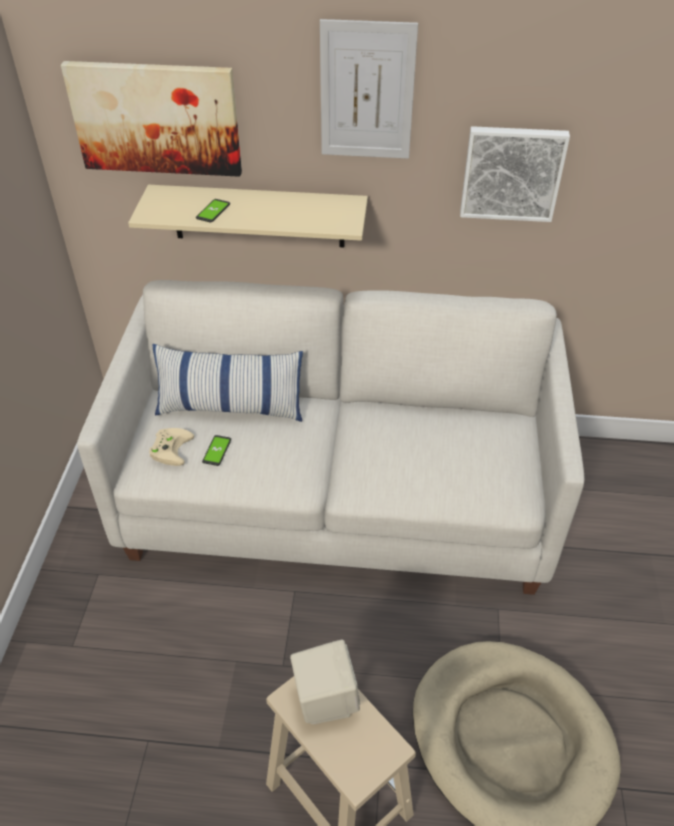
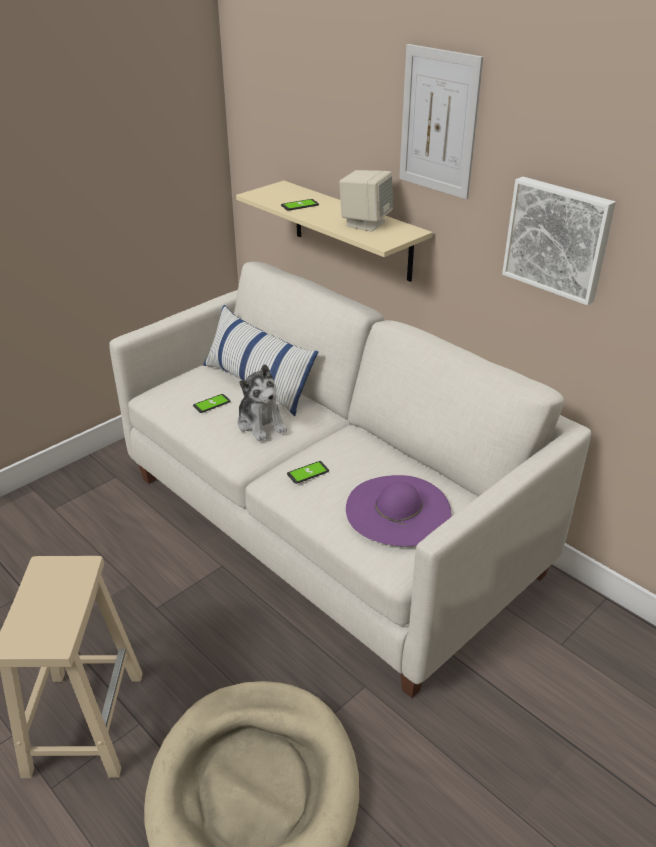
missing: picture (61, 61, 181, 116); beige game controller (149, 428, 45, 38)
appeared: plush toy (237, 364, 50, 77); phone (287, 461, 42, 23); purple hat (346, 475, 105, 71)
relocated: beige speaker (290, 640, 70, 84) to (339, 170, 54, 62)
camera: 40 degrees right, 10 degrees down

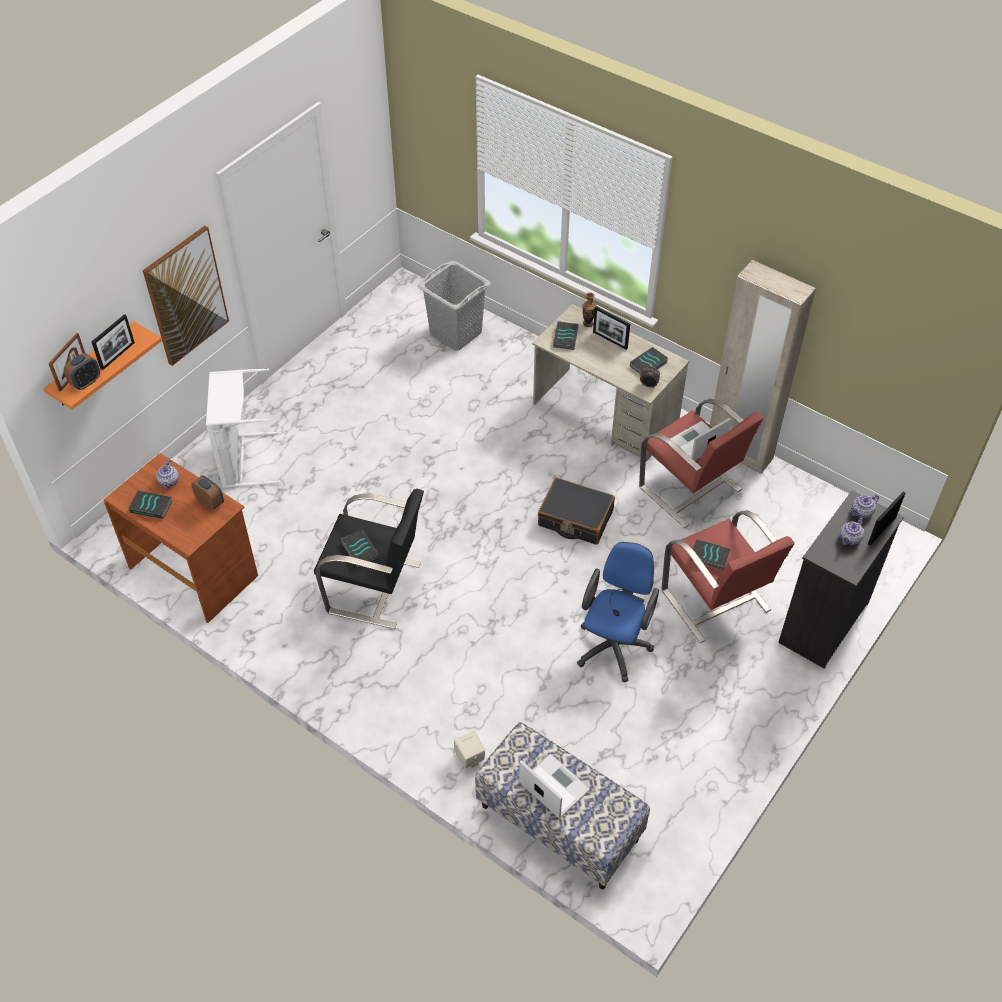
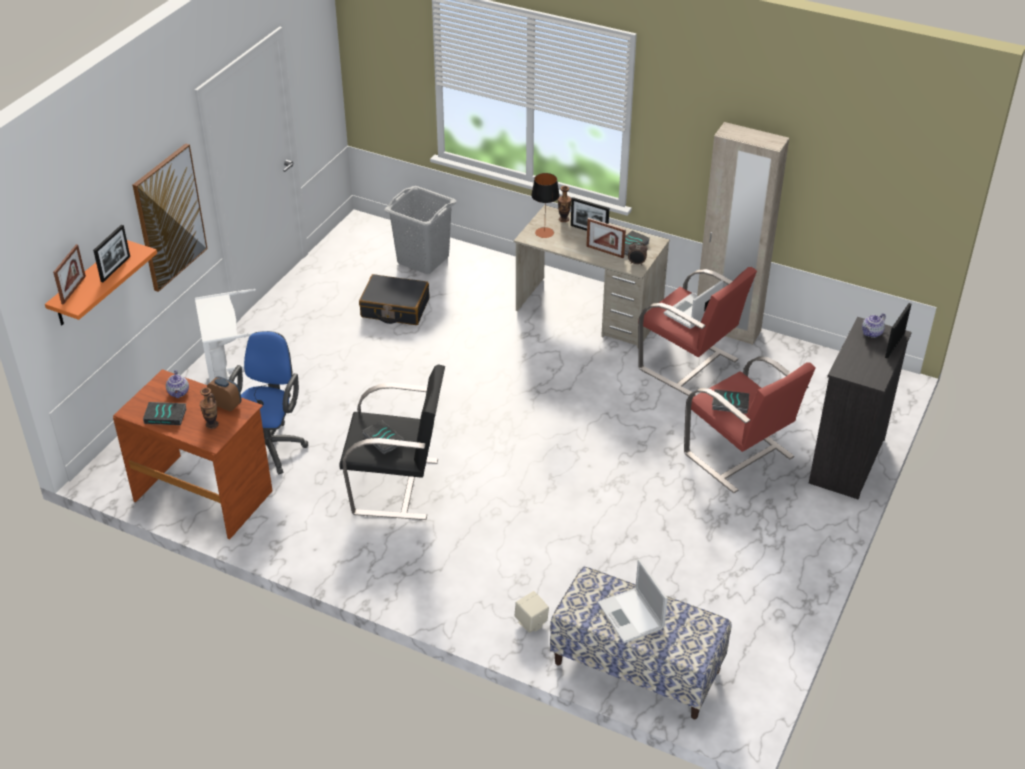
missing: alarm clock (64, 353, 36, 37); teapot (840, 518, 24, 27)
appeared: vase (200, 388, 19, 41); picture frame (586, 218, 40, 40)
relocated: blue office chair (577, 542, 82, 140) to (229, 331, 79, 144); black suitcase (538, 478, 77, 67) to (359, 274, 70, 51)
exchanged: book (553, 321, 26, 29) to table lamp (531, 173, 29, 65)
spun: laptop (519, 754, 71, 64) = (598, 559, 70, 84) 150 degrees counterclockwise
camera: 10 degrees left, 10 degrees down

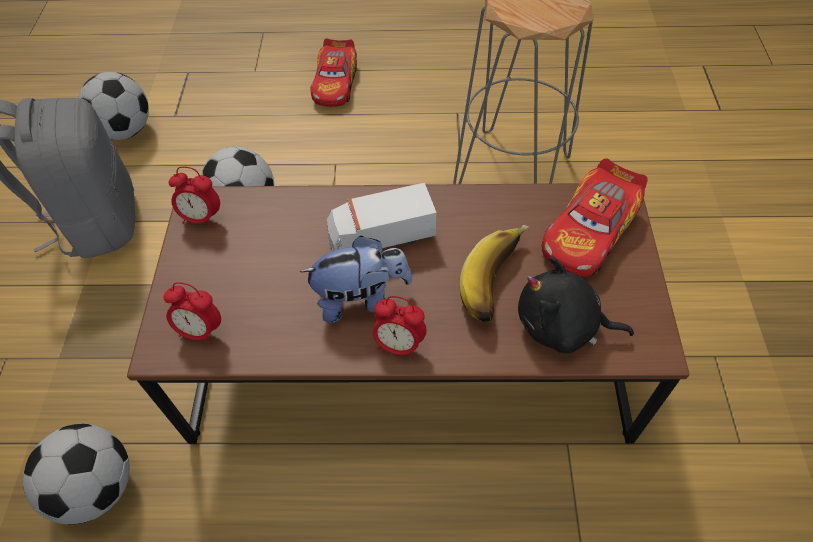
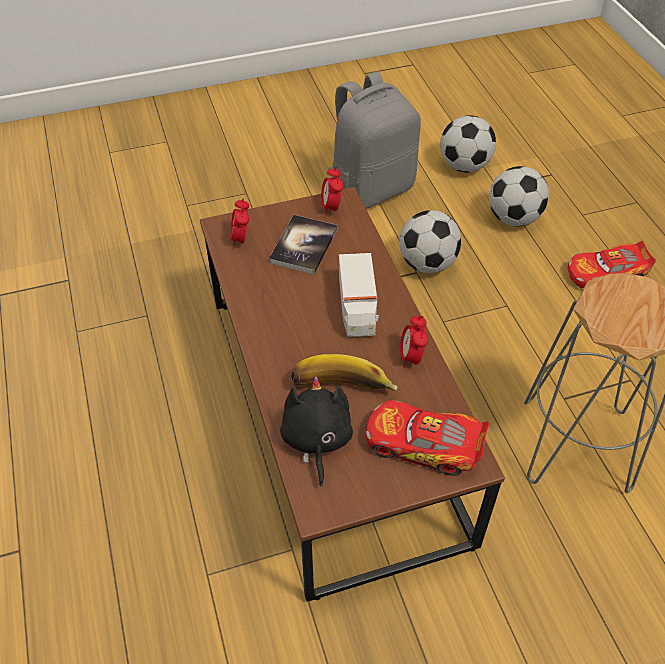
missing: plush toy (300, 236, 112, 87)
appeared: book (269, 215, 69, 59)
relocated: alarm clock (373, 296, 54, 64) to (400, 316, 28, 52); football (23, 424, 107, 101) to (489, 166, 60, 60)
spun: toy truck (327, 182, 110, 69) = (339, 253, 40, 84) 150 degrees counterclockwise
camera: 70 degrees right, 5 degrees down

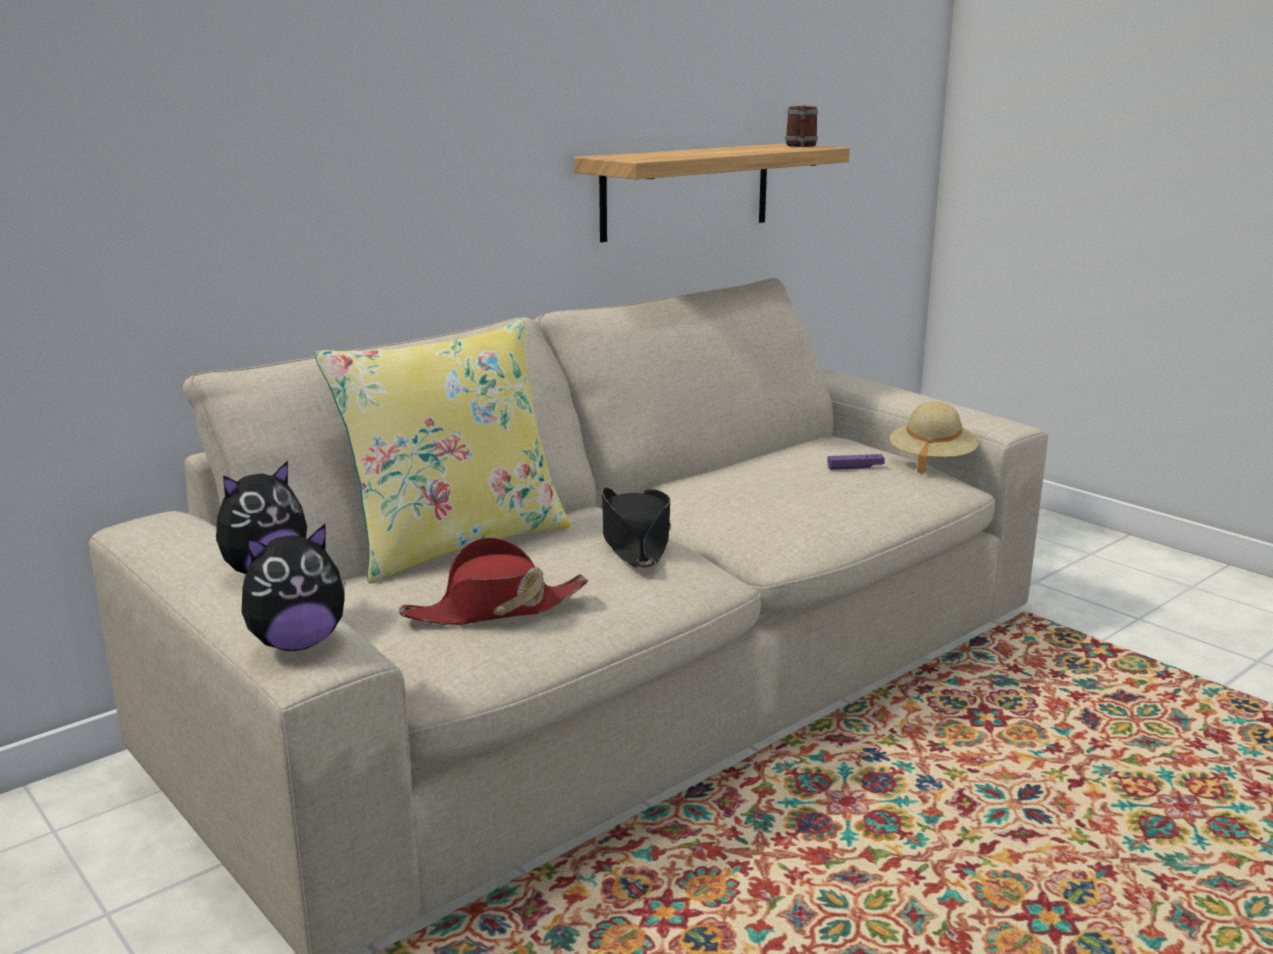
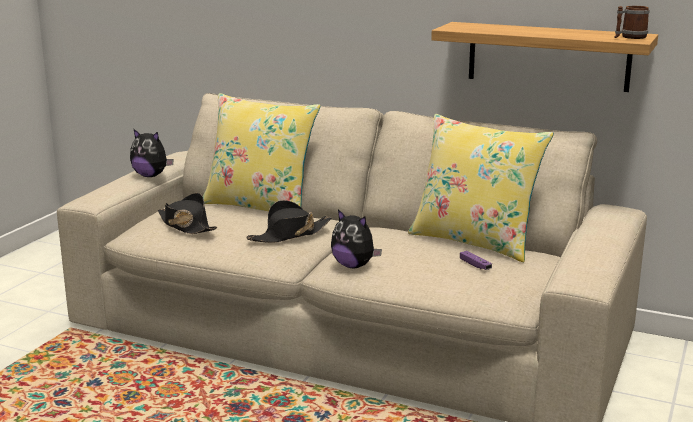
missing: beige hat (890, 401, 89, 73)
appeared: yellow pillow (408, 114, 146, 148)
relocated: plush toy (242, 524, 103, 127) to (331, 209, 51, 59)
colour: red hat (399, 537, 189, 88) to black hat (158, 193, 59, 41)
camera: 65 degrees right, 0 degrees up

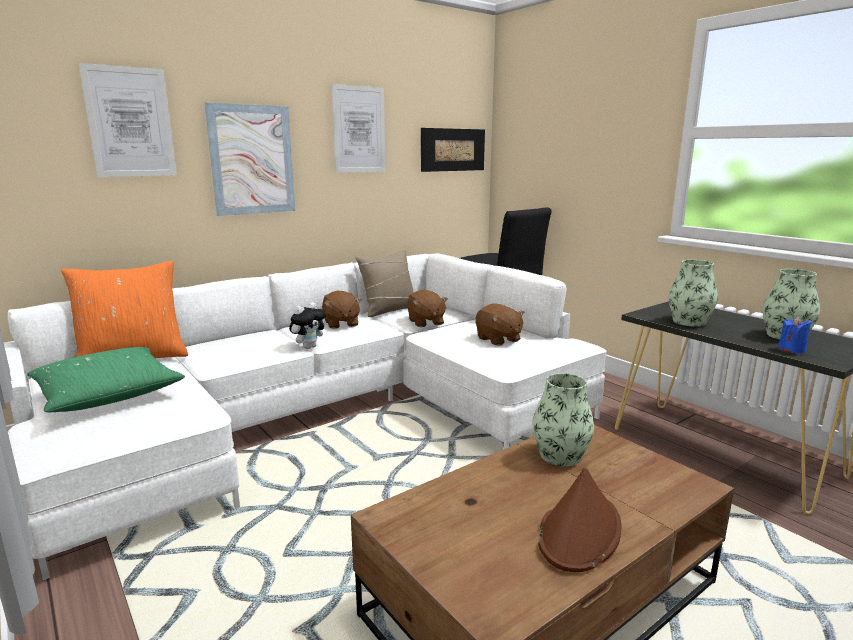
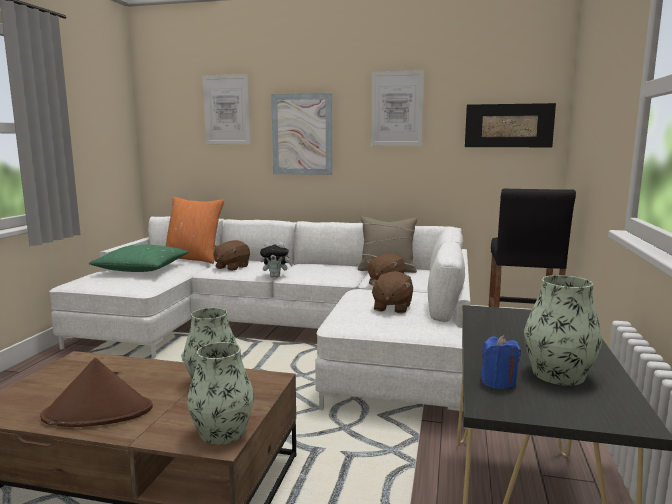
relocated: vase (668, 260, 50, 67) to (187, 342, 67, 103); brown plush toy (322, 291, 39, 38) to (212, 240, 38, 31)
camera: 50 degrees right, 5 degrees down

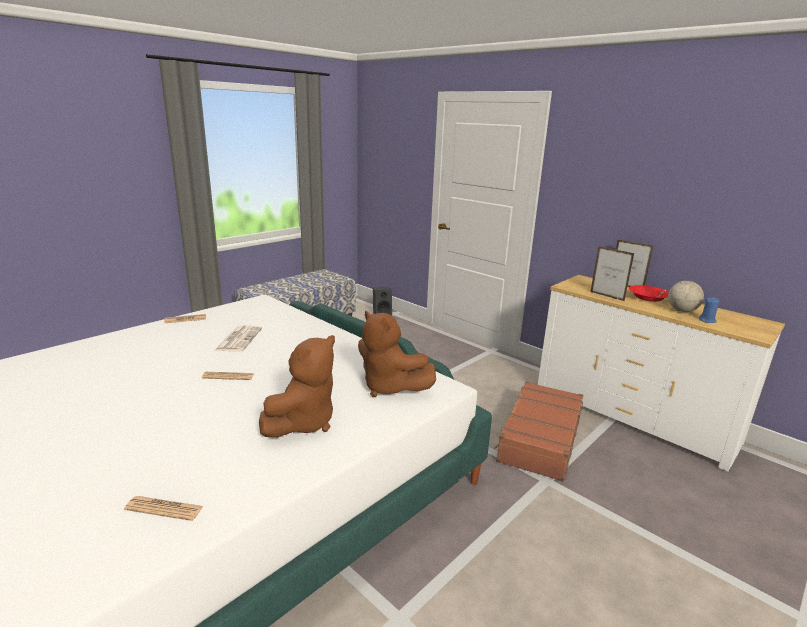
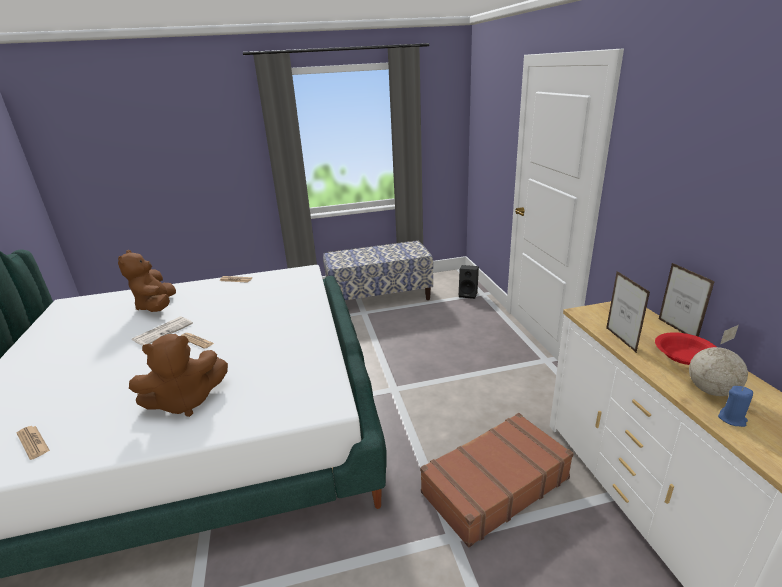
relocated: brown plush toy (358, 310, 78, 87) to (118, 250, 58, 62); newspaper (215, 325, 47, 27) to (132, 316, 61, 30)
camera: 35 degrees right, 5 degrees up

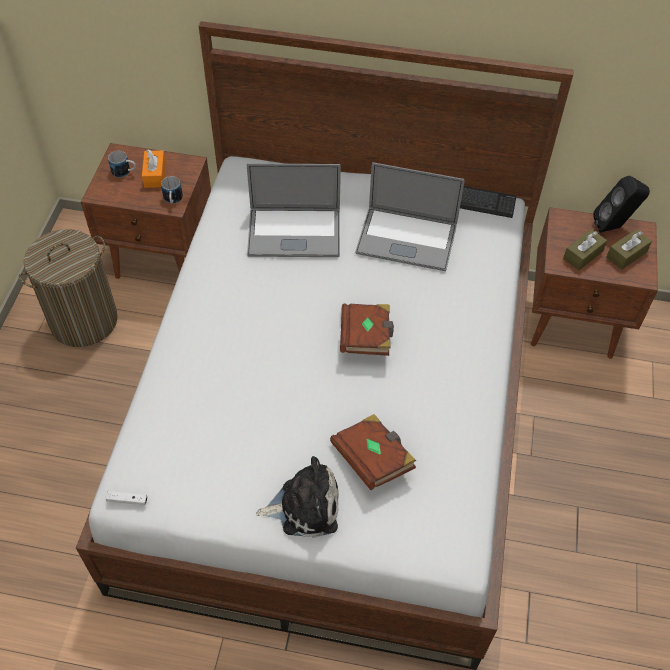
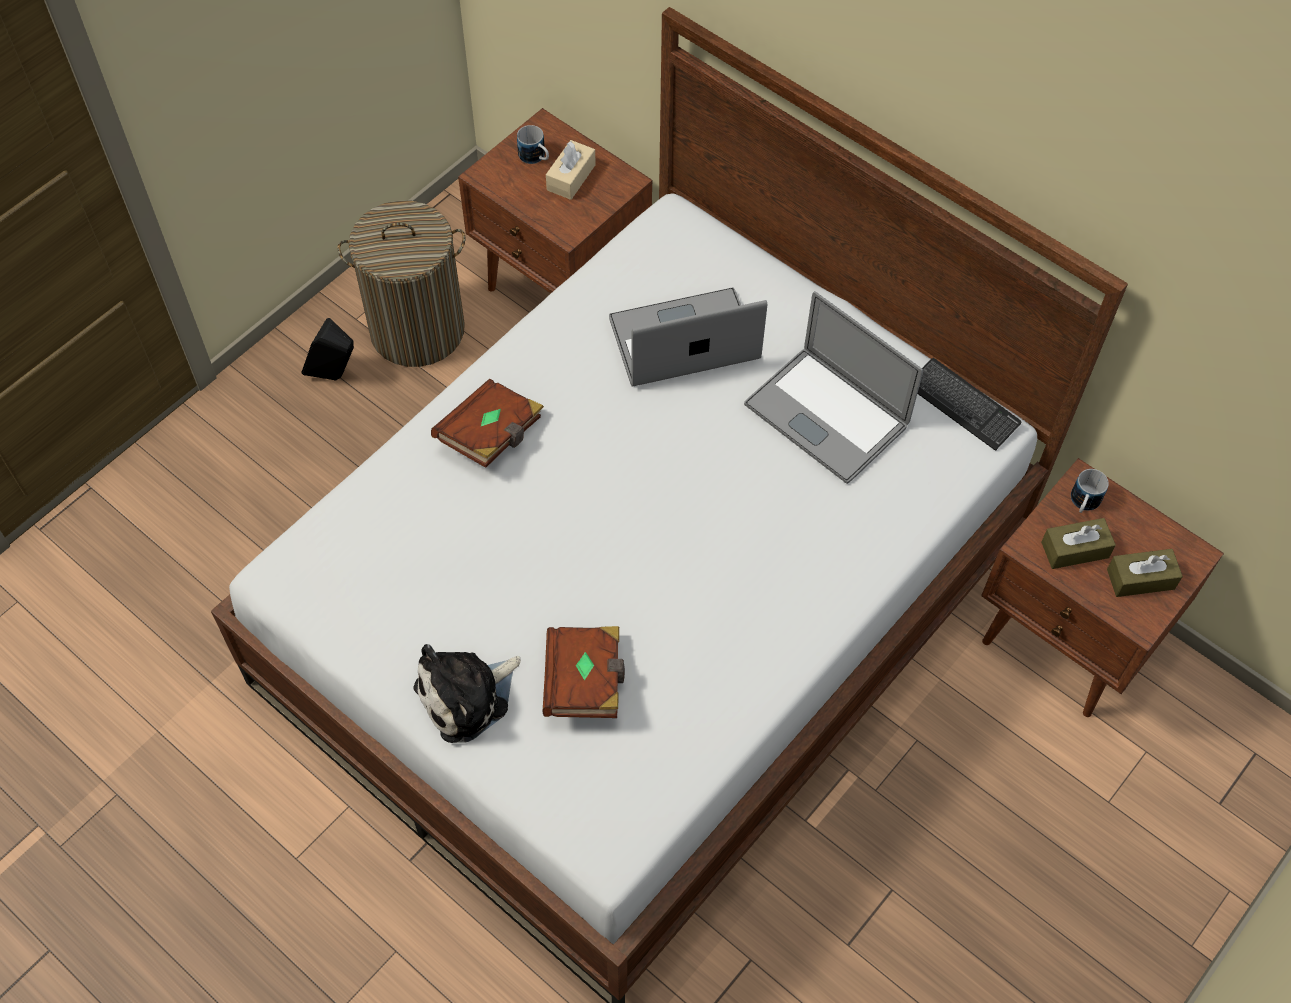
missing: white game controller (105, 491, 42, 14)
relocated: black speaker (593, 176, 57, 57) to (302, 318, 52, 63); brown book (340, 304, 54, 52) to (431, 379, 113, 89); mug (161, 176, 22, 28) to (1071, 469, 38, 44)
colour: orange tissue box (142, 150, 24, 38) to beige tissue box (546, 140, 50, 60)
spun: plush toy (256, 456, 83, 82) = (413, 644, 108, 99) 120 degrees clockwise; laptop (247, 163, 94, 94) = (609, 287, 158, 100) 135 degrees clockwise
camera: 30 degrees right, 5 degrees up

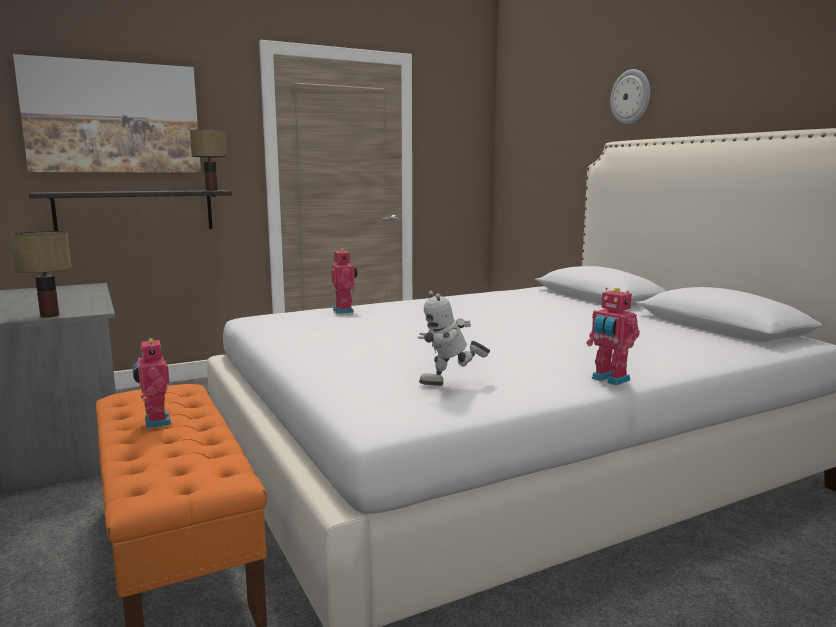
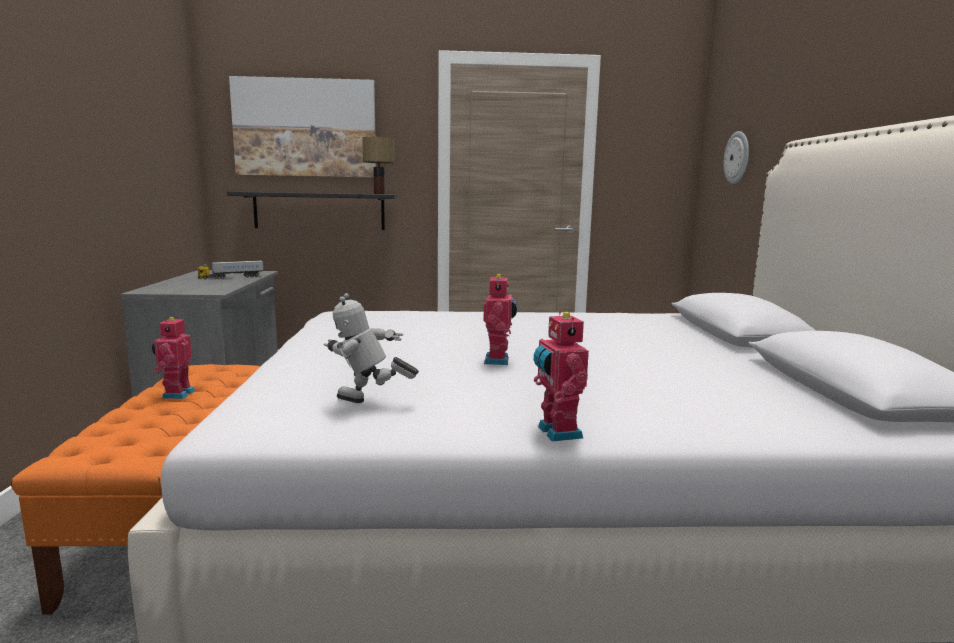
missing: table lamp (11, 231, 60, 87)
appeared: toy truck (197, 260, 67, 20)
relocated: toy robot (332, 248, 26, 66) to (483, 274, 34, 91); wall clock (611, 69, 39, 55) to (724, 131, 25, 53)
camera: 25 degrees right, 0 degrees up

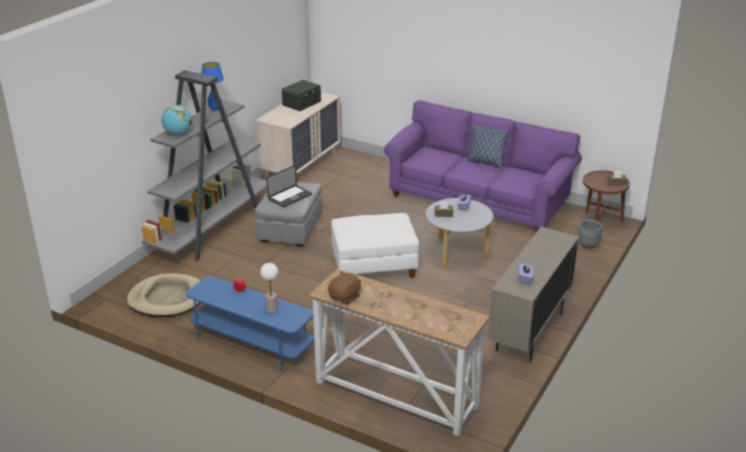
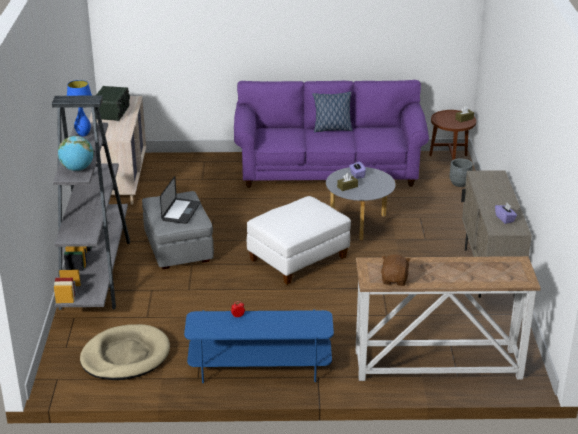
missing: table lamp (260, 263, 18, 50)
camera: 30 degrees left, 0 degrees up

